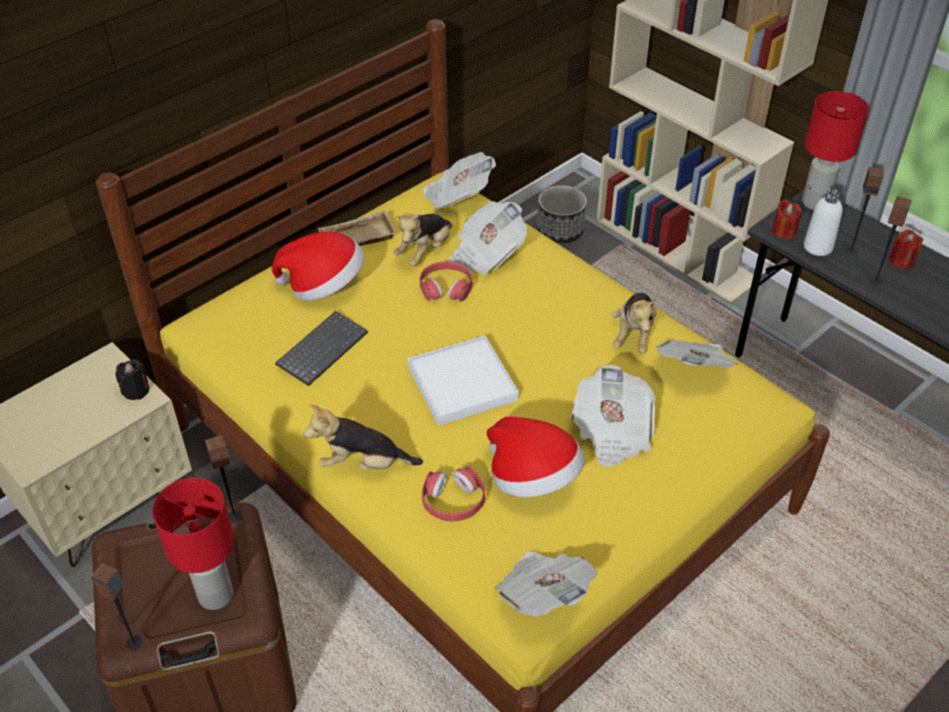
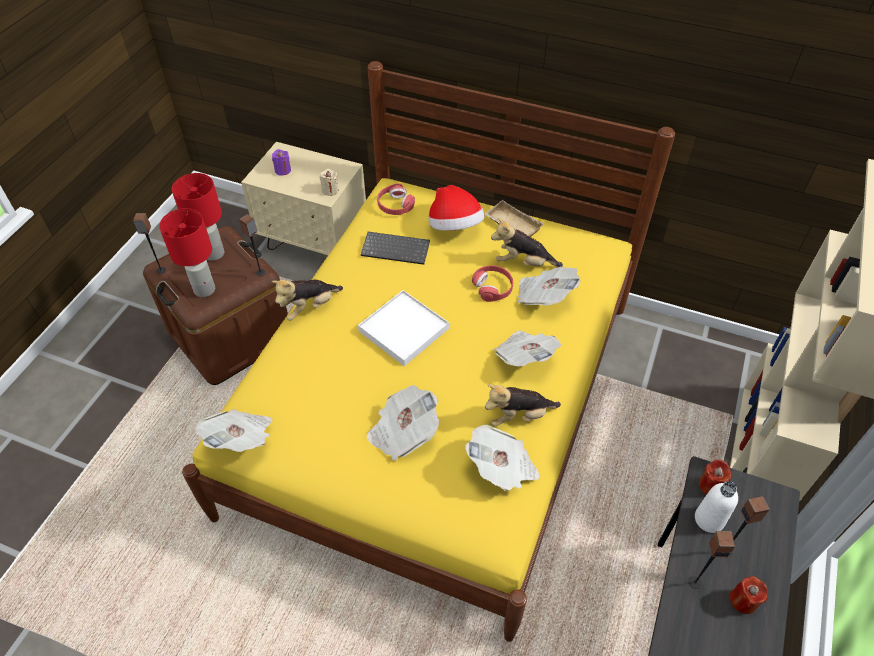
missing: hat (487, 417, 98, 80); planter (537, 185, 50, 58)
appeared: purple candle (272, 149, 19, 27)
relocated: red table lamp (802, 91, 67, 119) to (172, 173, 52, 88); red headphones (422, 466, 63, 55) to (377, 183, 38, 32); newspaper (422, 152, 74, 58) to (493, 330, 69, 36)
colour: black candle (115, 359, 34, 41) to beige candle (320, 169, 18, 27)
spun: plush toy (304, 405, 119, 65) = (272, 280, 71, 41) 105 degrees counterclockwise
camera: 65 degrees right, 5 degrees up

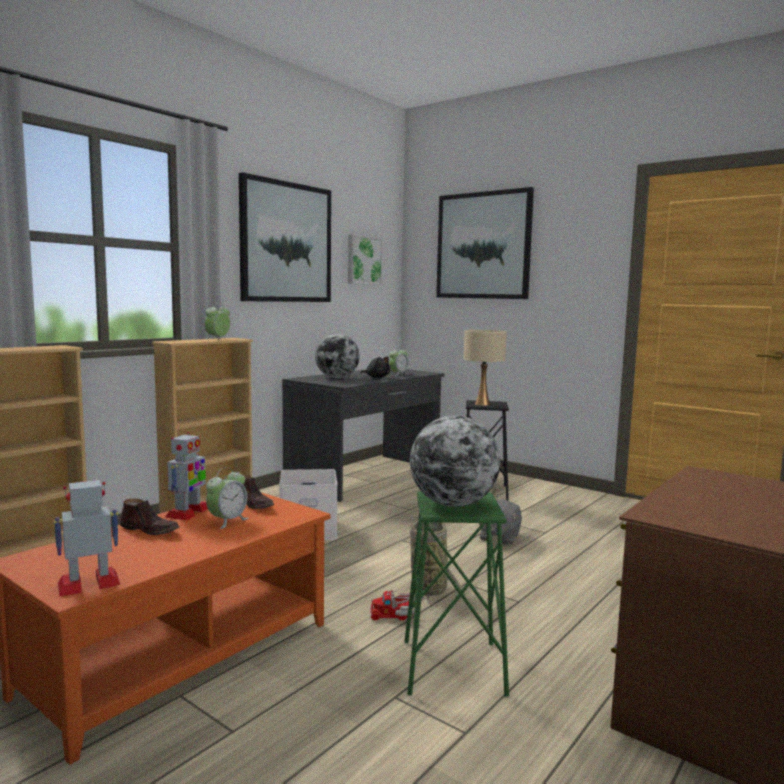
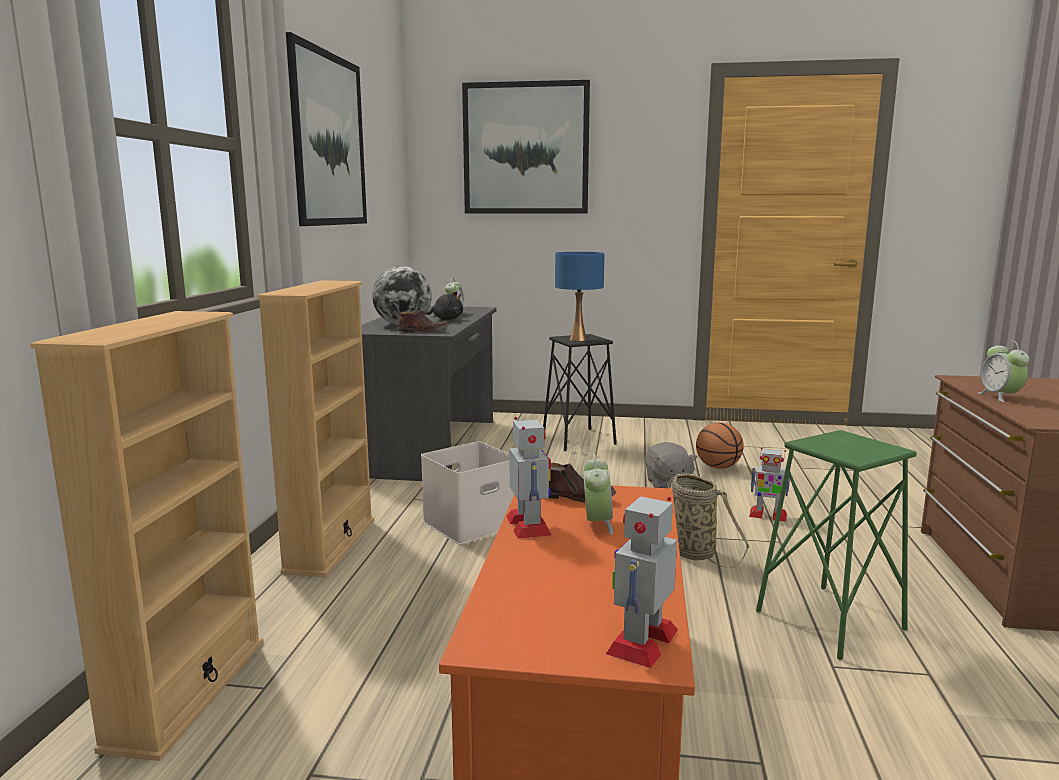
missing: picture (348, 234, 35, 51); toy truck (370, 590, 56, 30); globe (410, 416, 90, 91)
appeared: basketball (696, 422, 48, 47); toy robot (749, 448, 41, 74)
relocated: brown shoe (120, 499, 59, 36) to (398, 310, 51, 22); alarm clock (204, 303, 26, 36) to (978, 340, 51, 62)
colour: beige table lamp (464, 330, 43, 76) to blue table lamp (555, 252, 49, 89)
camera: 30 degrees left, 5 degrees up

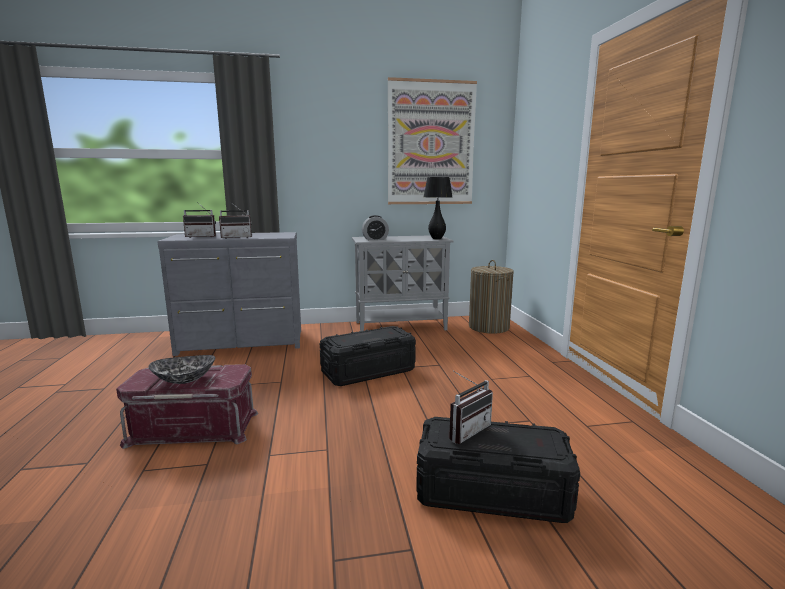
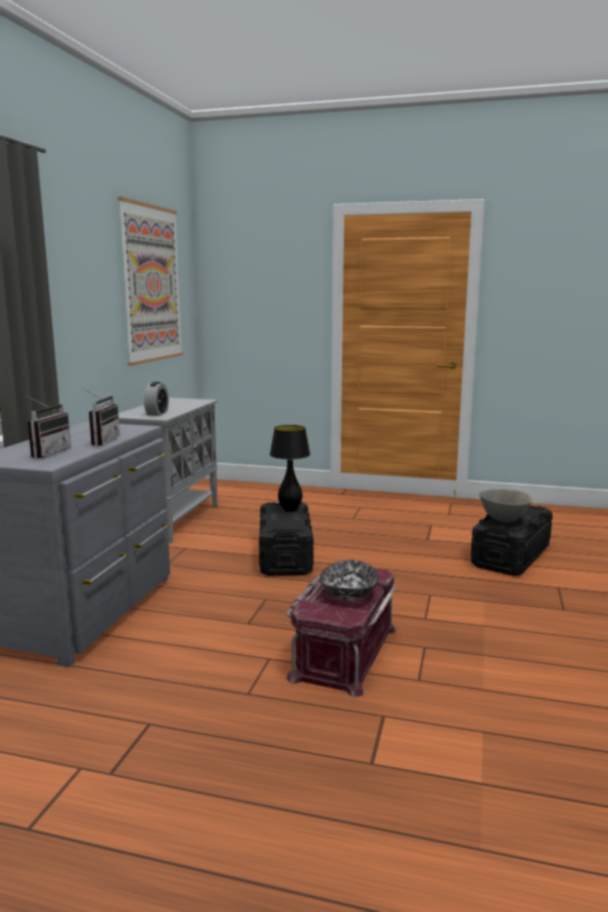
missing: laundry basket (469, 260, 45, 74)
relocated: black table lamp (424, 177, 28, 62) to (270, 425, 40, 86)
exchanged: radio (449, 371, 44, 73) to grey bowl (479, 489, 54, 33)
camera: 65 degrees left, 0 degrees up

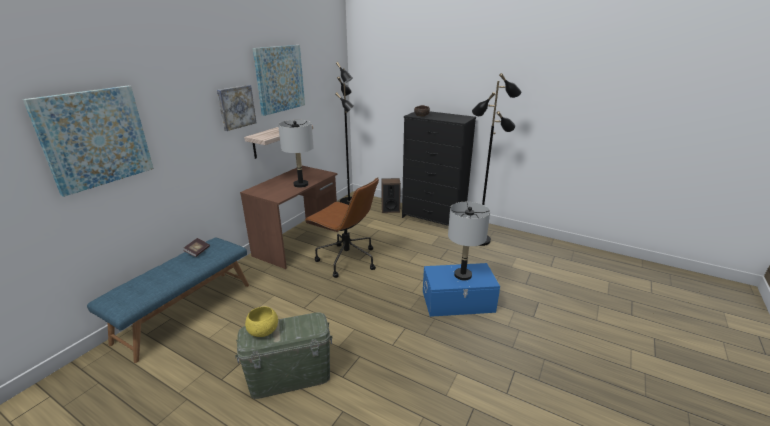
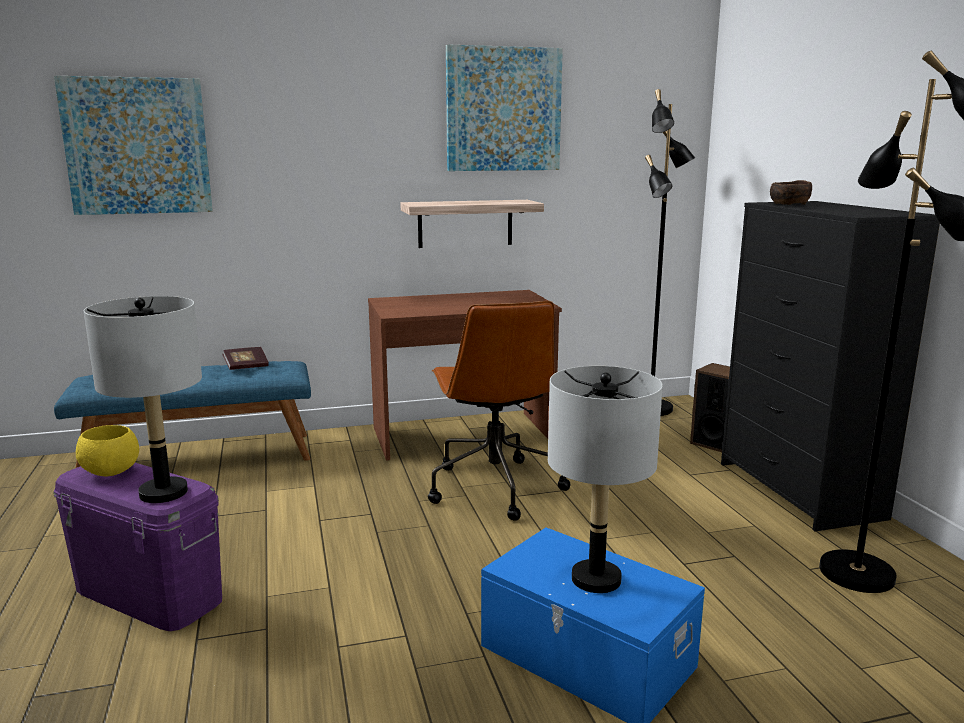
missing: picture (217, 85, 40, 46)
relocated: grey table lamp (278, 120, 36, 68) to (83, 296, 119, 207)
colour: green storage box (235, 312, 98, 87) to purple storage box (54, 463, 168, 168)
camera: 45 degrees right, 10 degrees down

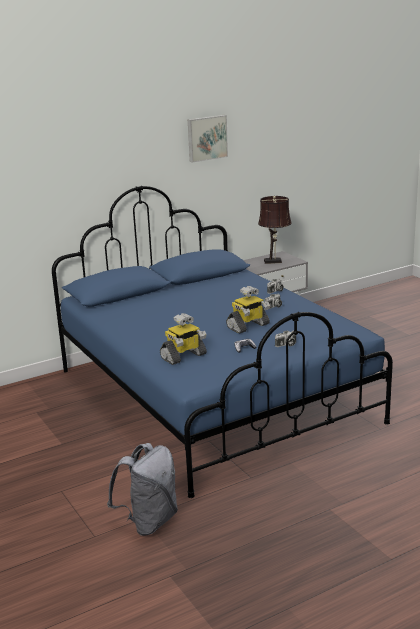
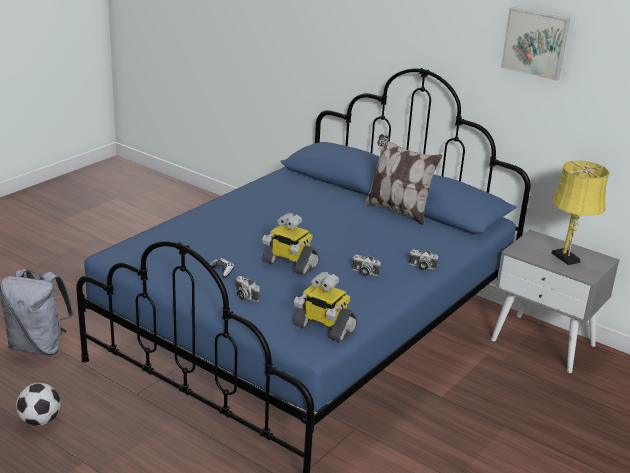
appeared: football (16, 383, 45, 43); pillow (363, 134, 79, 91)
relocated: toy robot (160, 313, 47, 52) to (294, 272, 63, 71)
colour: brown table lamp (258, 196, 34, 68) to yellow table lamp (551, 160, 58, 105)
camera: 65 degrees right, 5 degrees up

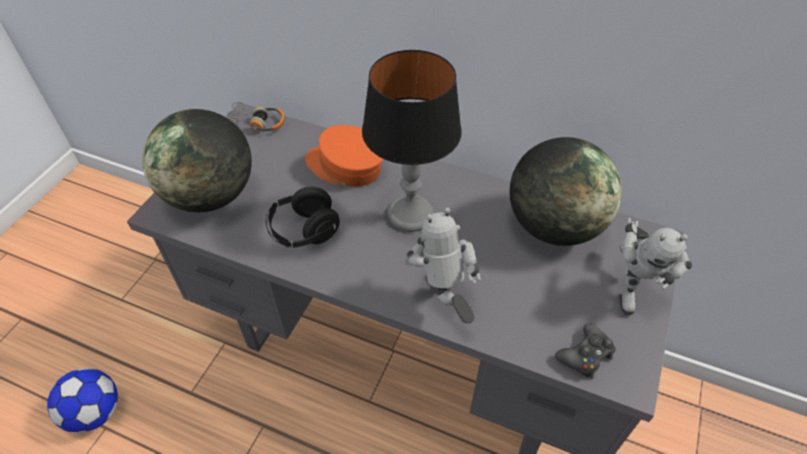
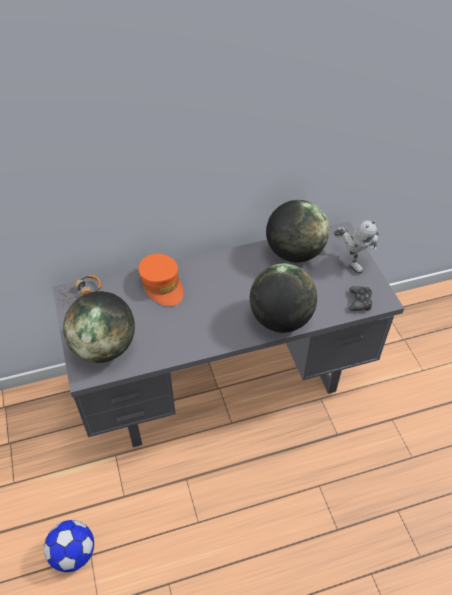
missing: black headphones (265, 187, 75, 61); table lamp (362, 50, 100, 182)
exchanged: toy robot (405, 207, 76, 117) to globe (250, 263, 67, 70)
spun: orange cap (305, 125, 78, 61) = (138, 254, 46, 52) 105 degrees counterclockwise
camera: 40 degrees left, 0 degrees up

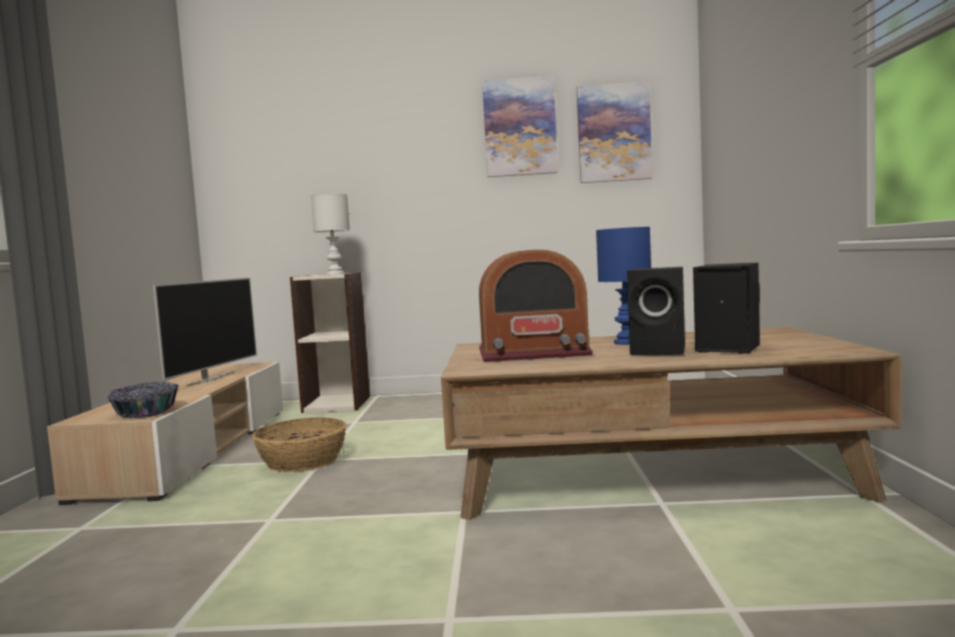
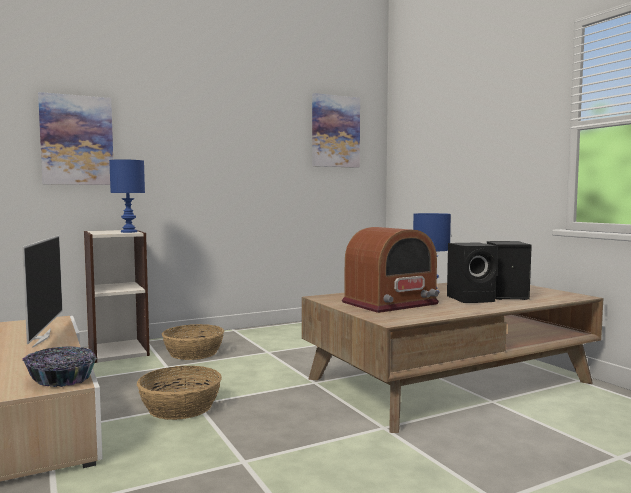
appeared: basket (162, 324, 62, 36)
relocated: picture (482, 76, 76, 101) to (38, 92, 75, 93)
colour: white table lamp (311, 194, 39, 81) to blue table lamp (109, 159, 36, 74)
camera: 30 degrees left, 0 degrees up

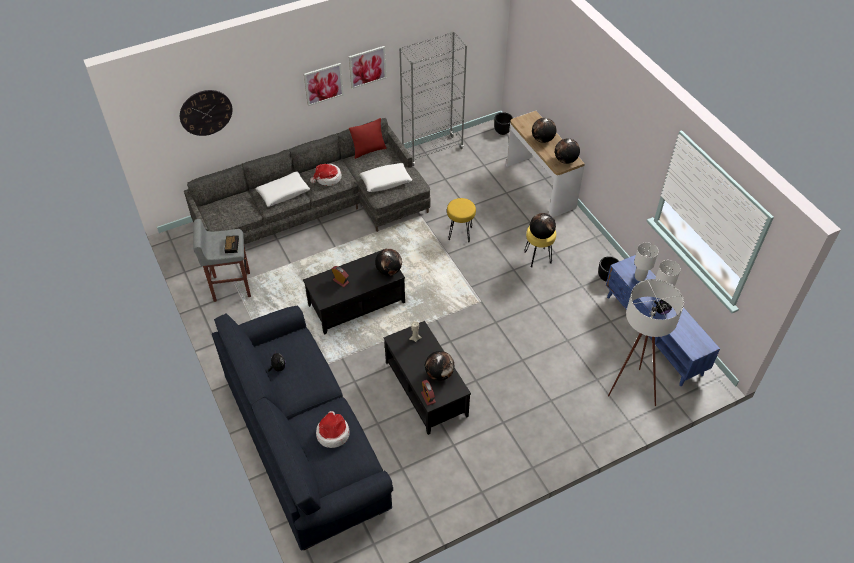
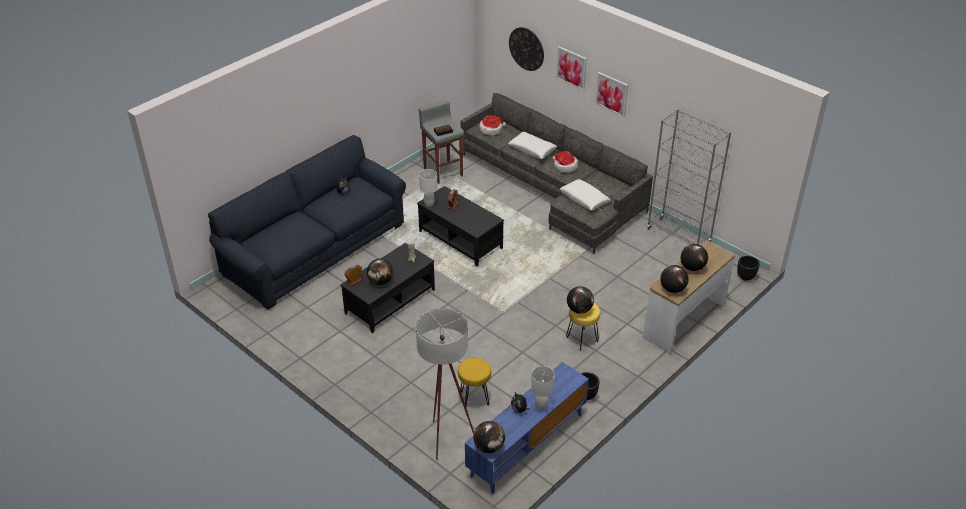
missing: red pillow (349, 118, 38, 41)
relocated: white table lamp (634, 242, 24, 39) to (419, 169, 19, 38); yellow stool (447, 198, 29, 44) to (458, 358, 33, 49); globe (375, 249, 27, 27) to (474, 421, 31, 32); hat (316, 411, 34, 37) to (479, 115, 27, 21); picture (349, 46, 37, 43) to (556, 46, 31, 45)
camera: 70 degrees right, 10 degrees down

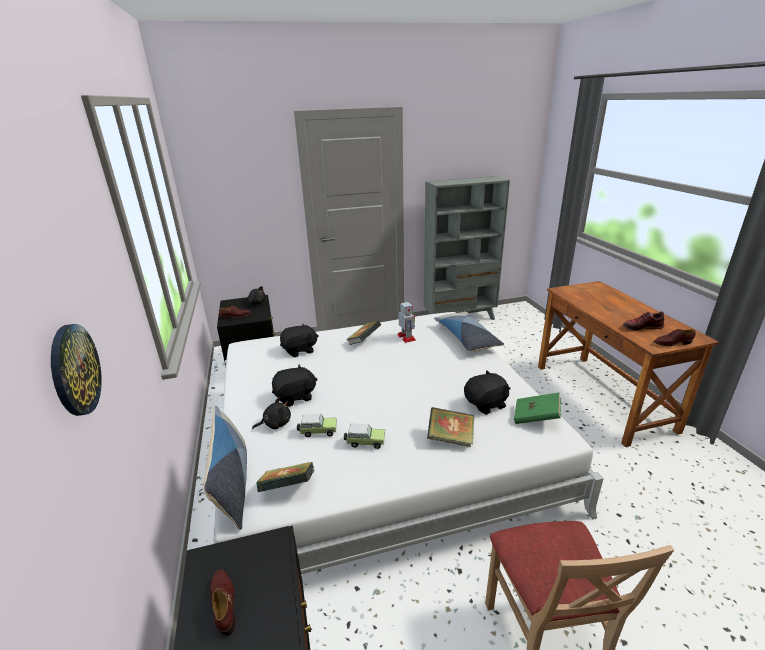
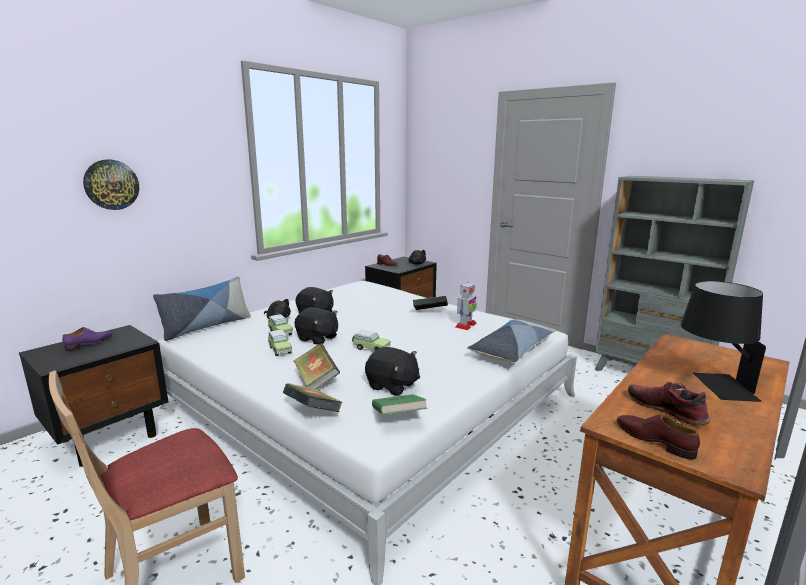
appeared: toy car (352, 330, 38, 21); black table lamp (681, 281, 85, 121)
relocated: book (256, 462, 58, 30) to (283, 384, 60, 28); black plush toy (280, 323, 39, 34) to (294, 307, 44, 38)
colour: brown shoe (210, 570, 26, 66) to purple shoe (62, 327, 50, 24)
camera: 55 degrees right, 10 degrees down

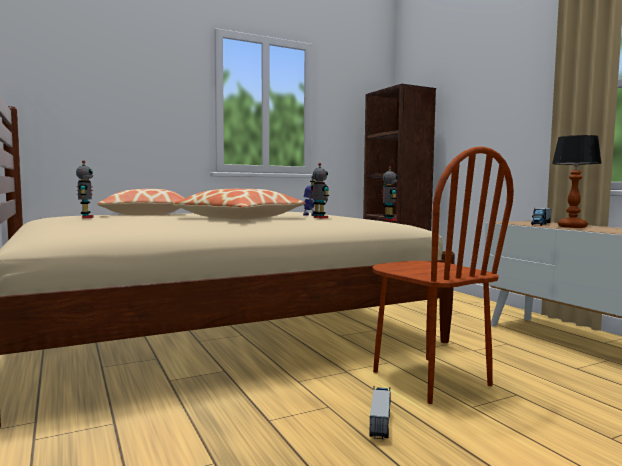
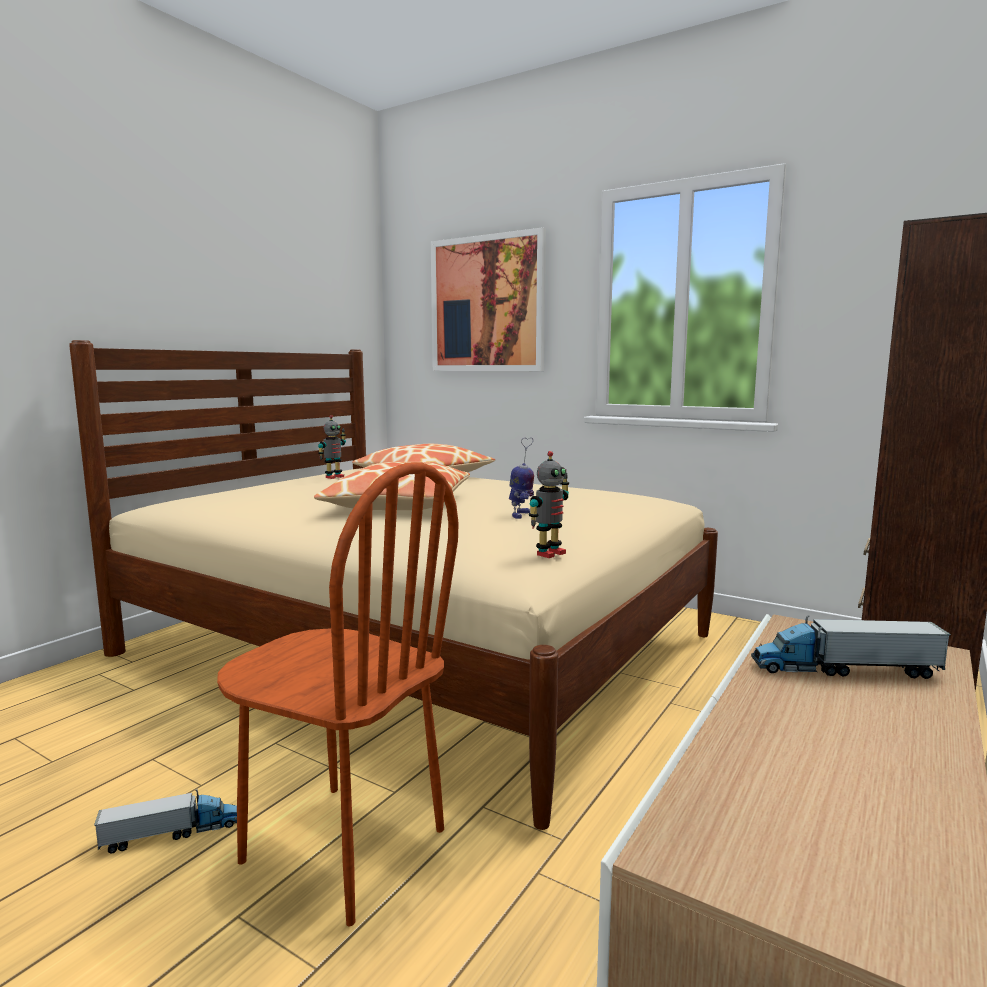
missing: toy robot (310, 163, 19, 55); table lamp (552, 135, 49, 93)
appeared: picture (431, 227, 115, 144)
spun: brown chair (373, 146, 141, 258) = (217, 462, 242, 464) 90 degrees counterclockwise
camera: 60 degrees right, 5 degrees up

